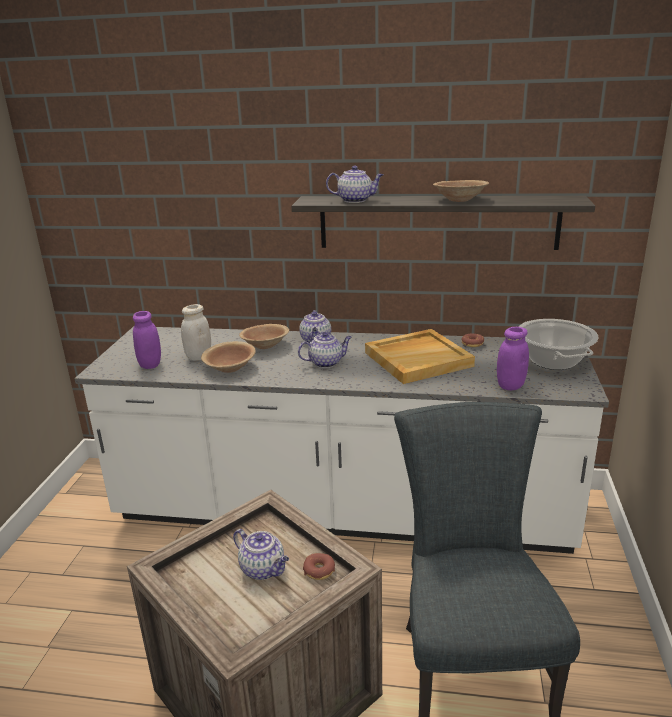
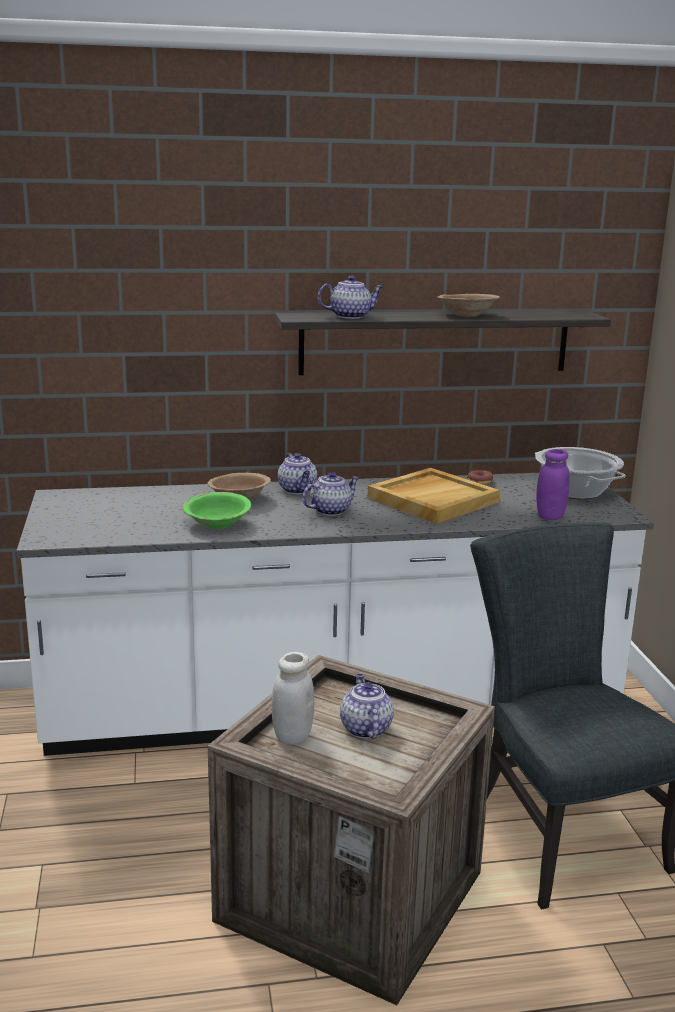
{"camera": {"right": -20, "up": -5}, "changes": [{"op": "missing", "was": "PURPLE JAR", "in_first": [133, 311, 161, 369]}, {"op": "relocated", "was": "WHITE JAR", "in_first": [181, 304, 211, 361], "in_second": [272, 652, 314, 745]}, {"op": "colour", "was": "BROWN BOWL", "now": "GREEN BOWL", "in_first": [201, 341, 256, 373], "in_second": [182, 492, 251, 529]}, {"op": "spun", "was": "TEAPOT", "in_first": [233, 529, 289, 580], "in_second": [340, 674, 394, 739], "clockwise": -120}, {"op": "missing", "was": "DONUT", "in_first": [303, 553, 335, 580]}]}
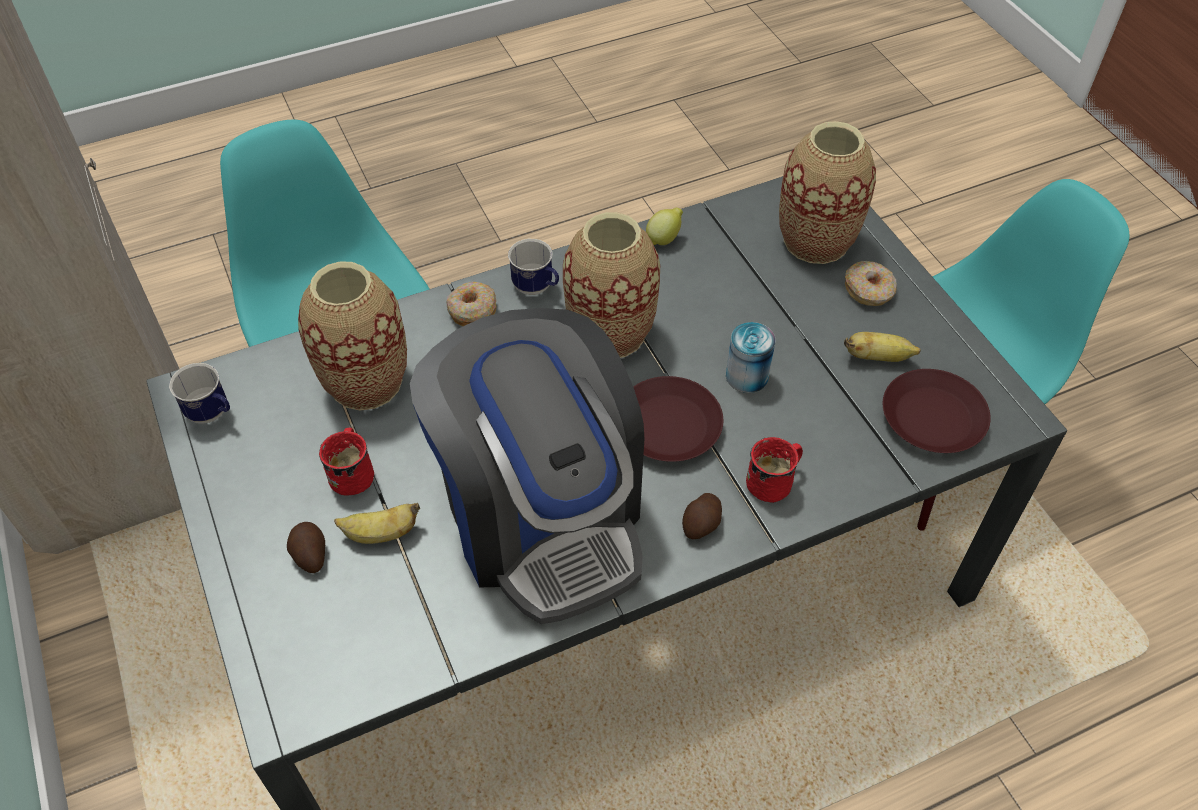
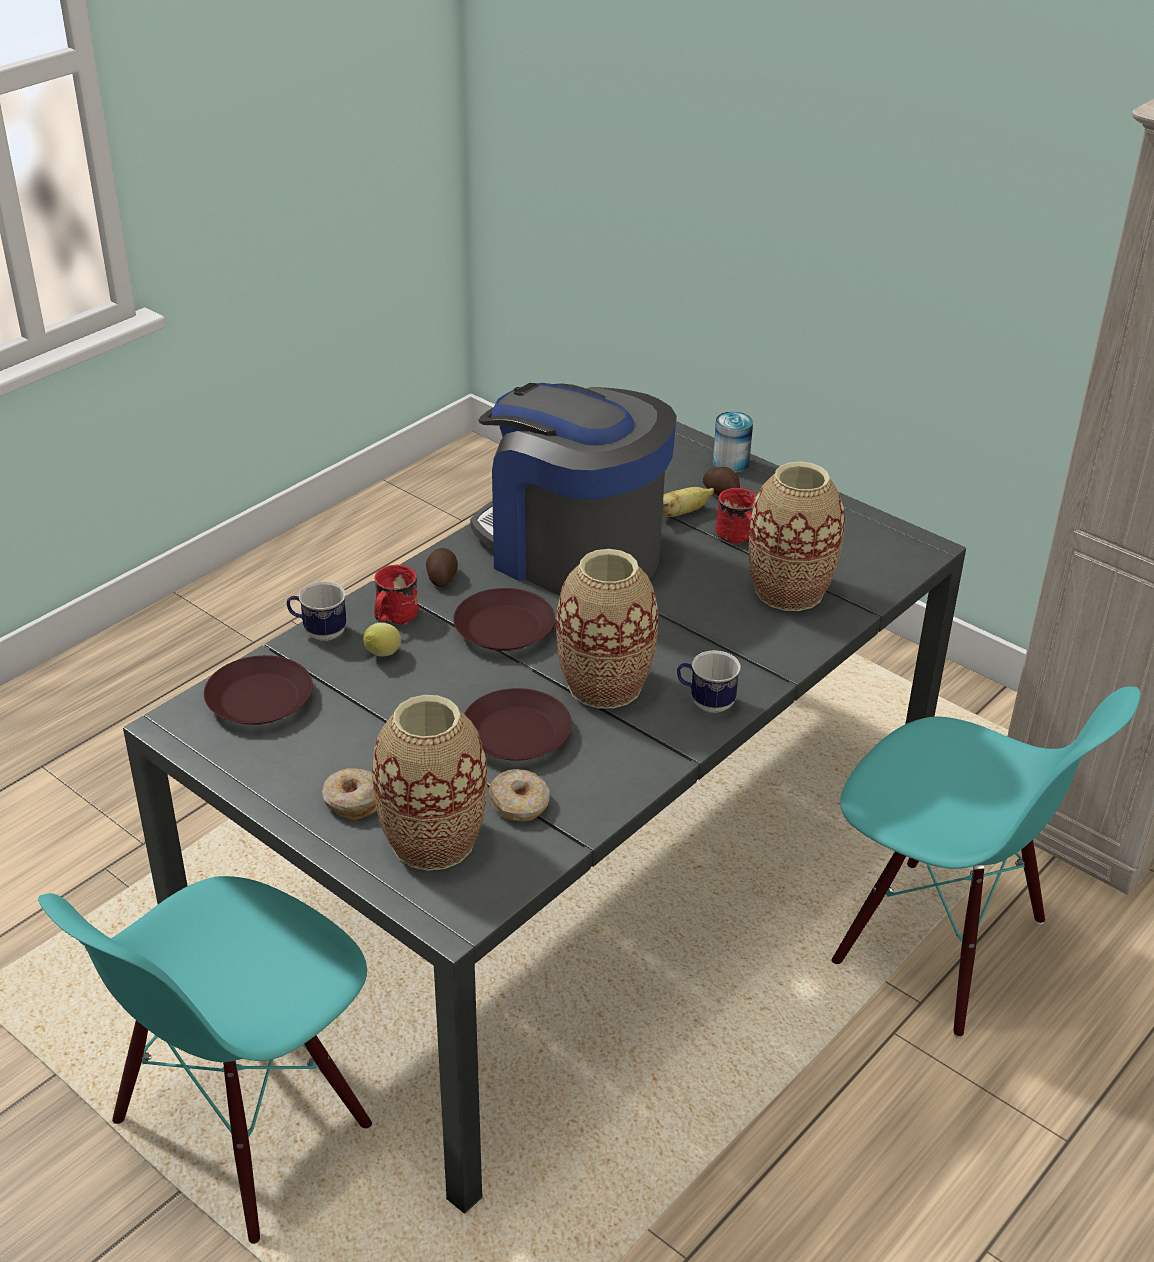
{"camera": {"right": 155, "up": -15}, "changes": [{"op": "relocated", "was": "MUG", "in_first": [169, 363, 230, 424], "in_second": [287, 582, 347, 641]}, {"op": "relocated", "was": "DONUT", "in_first": [446, 282, 497, 326], "in_second": [489, 769, 550, 821]}, {"op": "relocated", "was": "LEMON", "in_first": [646, 208, 683, 245], "in_second": [363, 623, 401, 657]}, {"op": "relocated", "was": "CAN", "in_first": [726, 322, 776, 393], "in_second": [713, 411, 753, 473]}, {"op": "missing", "was": "BANANA", "in_first": [844, 332, 921, 362]}, {"op": "appeared", "now": "BROWN PLATE", "in_second": [464, 688, 572, 761]}]}
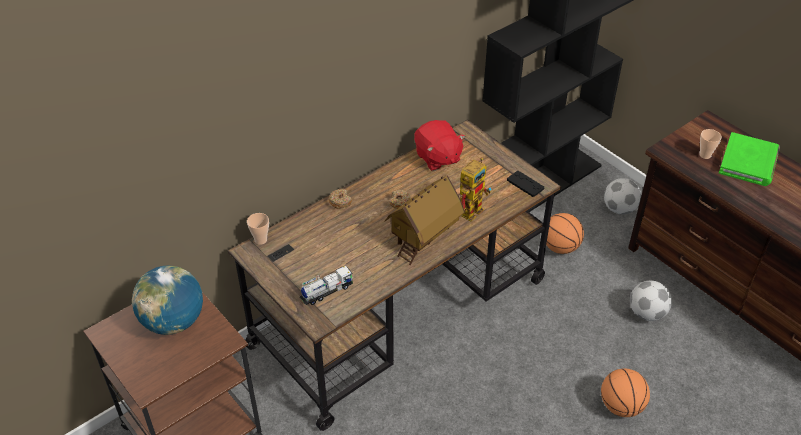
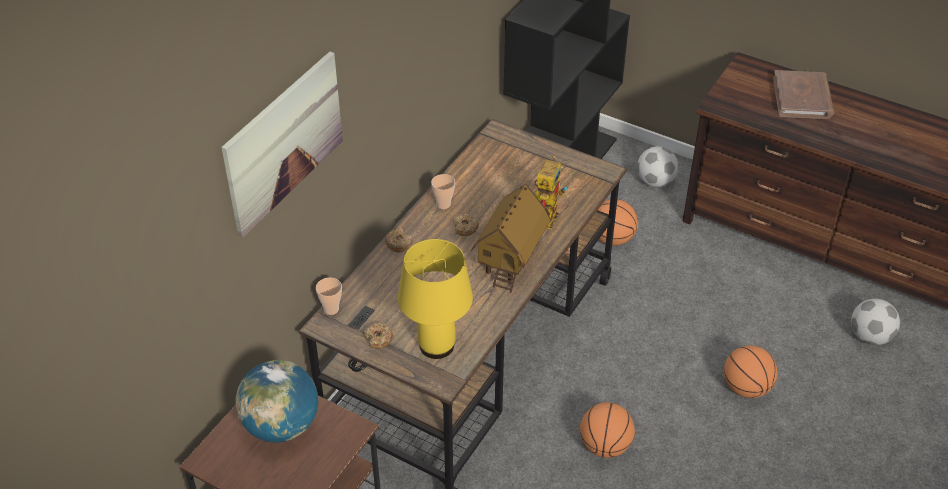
{"camera": {"right": -20, "up": 0}, "changes": [{"op": "exchanged", "was": "TOY TRUCK", "now": "YELLOW TABLE LAMP", "in_first": [300, 266, 353, 305], "in_second": [398, 239, 473, 359]}, {"op": "missing", "was": "RED PLUSH TOY", "in_first": [414, 120, 465, 171]}, {"op": "missing", "was": "BLACK GAME CONTROLLER", "in_first": [507, 171, 544, 197]}, {"op": "relocated", "was": "FOOTBALL", "in_first": [630, 280, 672, 321], "in_second": [851, 299, 900, 345]}, {"op": "relocated", "was": "CUP", "in_first": [699, 129, 722, 159], "in_second": [431, 174, 455, 209]}, {"op": "colour", "was": "GREEN BOOK", "now": "BROWN BOOK", "in_first": [719, 132, 780, 186], "in_second": [773, 70, 834, 119]}, {"op": "appeared", "now": "PICTURE", "in_second": [221, 51, 343, 238]}, {"op": "appeared", "now": "DONUT", "in_second": [364, 323, 393, 349]}, {"op": "appeared", "now": "BASKETBALL", "in_second": [580, 402, 635, 458]}]}
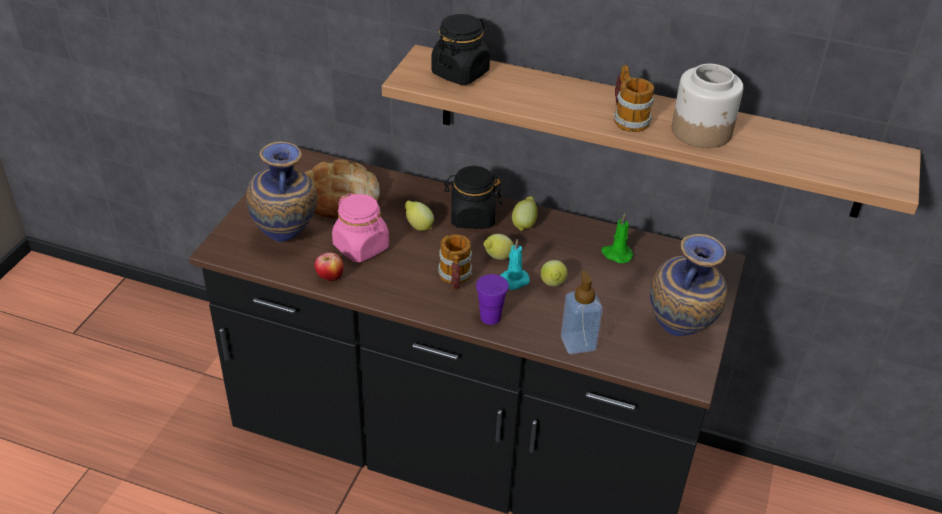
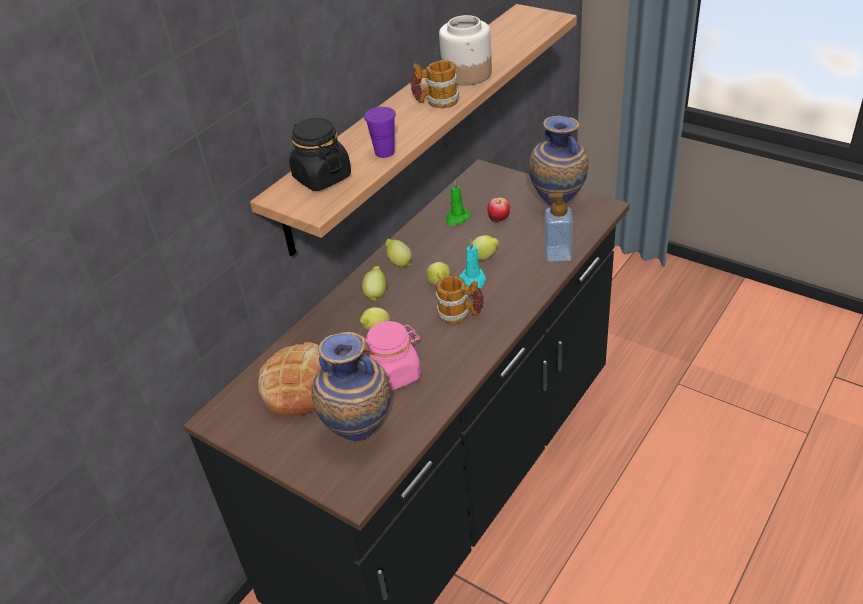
{"camera": {"right": -70, "up": 0}, "changes": [{"op": "relocated", "was": "APPLE", "in_first": [314, 252, 344, 282], "in_second": [487, 197, 510, 222]}, {"op": "exchanged", "was": "BLACK JAR", "now": "LEMON", "in_first": [444, 166, 502, 229], "in_second": [362, 266, 387, 301]}, {"op": "relocated", "was": "PURPLE CUP", "in_first": [476, 274, 509, 325], "in_second": [364, 107, 396, 158]}]}
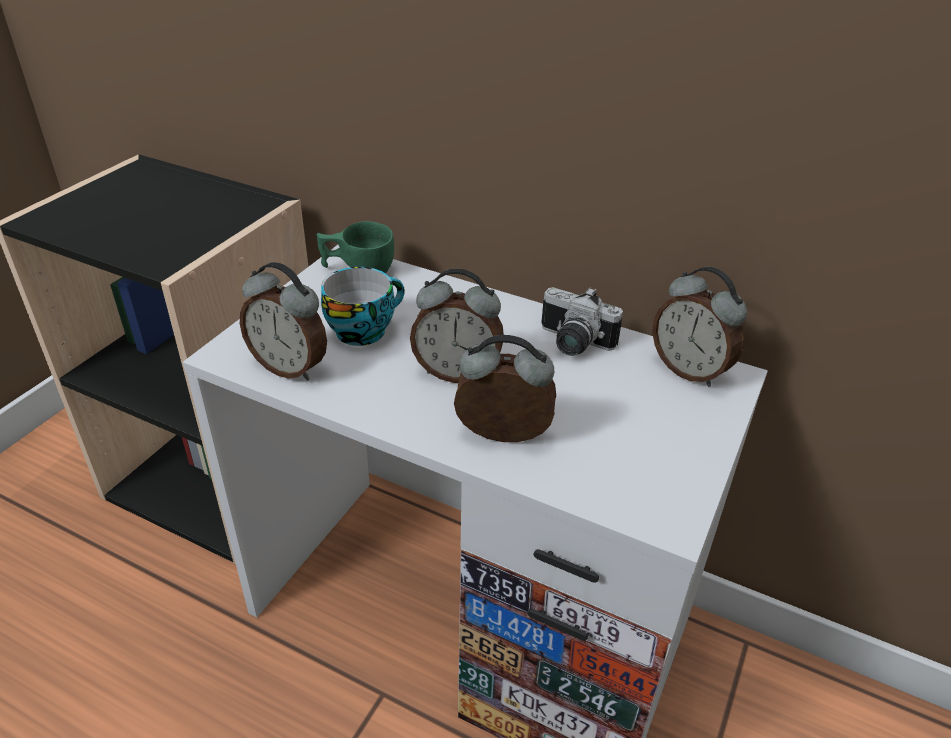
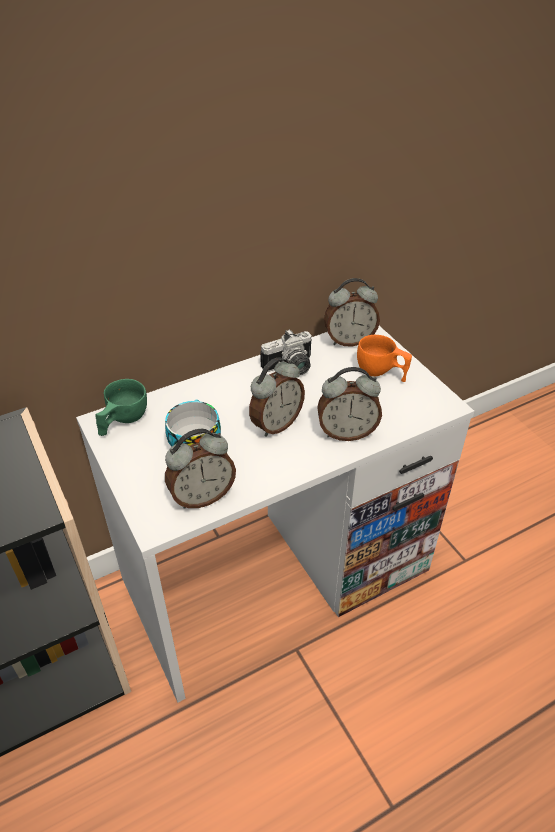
{"camera": {"right": -55, "up": 5}, "changes": [{"op": "spun", "was": "ALARM CLOCK", "in_first": [454, 335, 556, 442], "in_second": [317, 367, 382, 441], "clockwise": -135}, {"op": "appeared", "now": "ORANGE CUP", "in_second": [357, 335, 412, 382]}]}
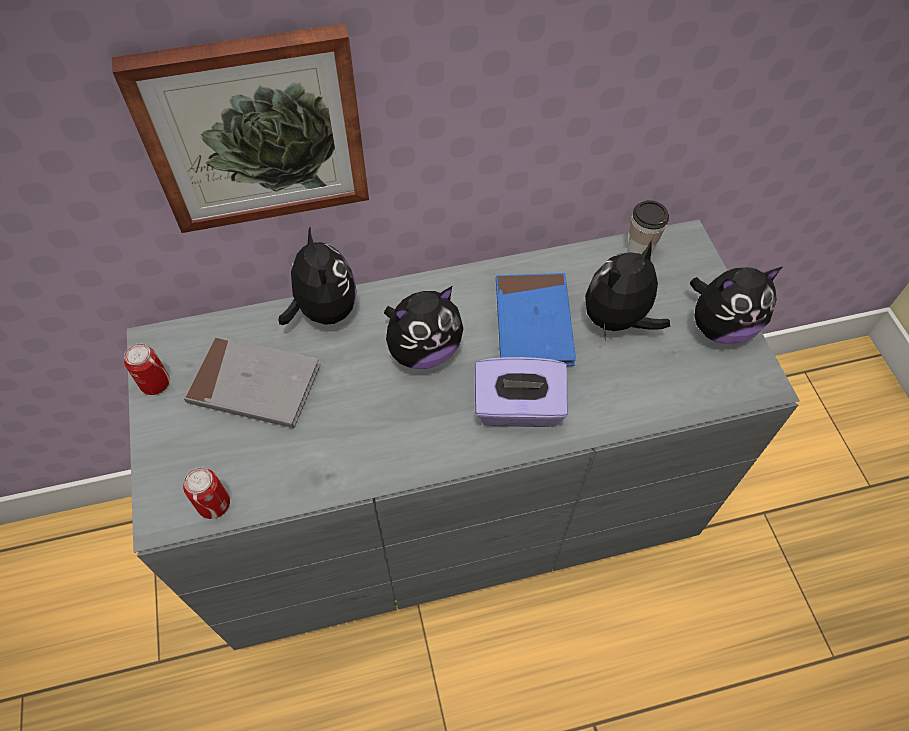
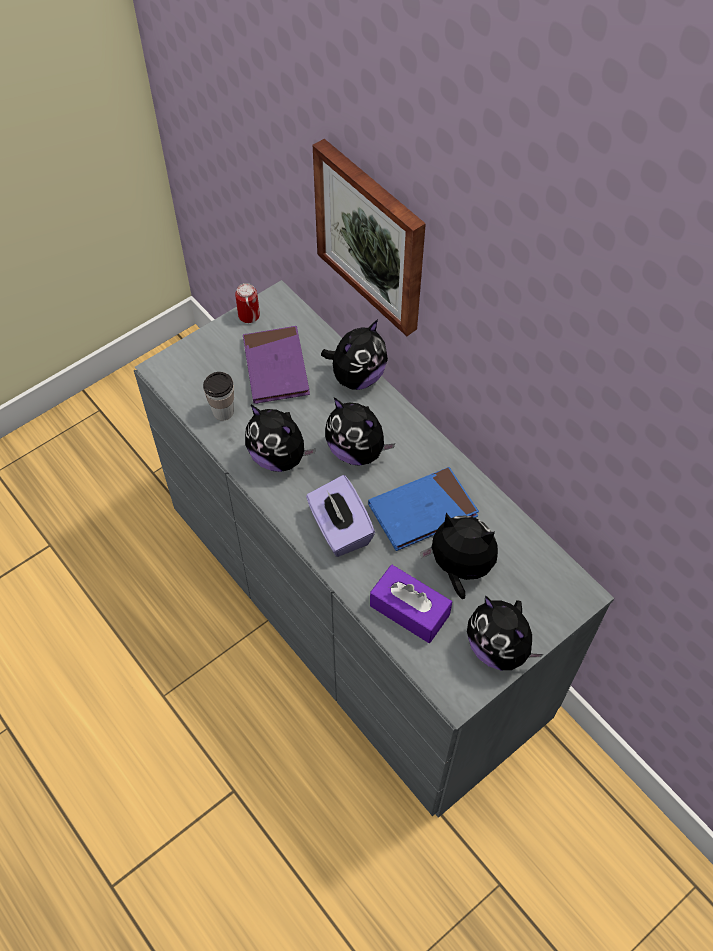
{"camera": {"right": 65, "up": 0}, "changes": [{"op": "missing", "was": "CAN", "in_first": [183, 468, 230, 519]}, {"op": "colour", "was": "GREY BOOK", "now": "PURPLE BOOK", "in_first": [184, 336, 321, 428], "in_second": [243, 326, 310, 404]}, {"op": "relocated", "was": "CUP", "in_first": [627, 200, 669, 255], "in_second": [203, 372, 234, 420]}, {"op": "appeared", "now": "PLUSH TOY", "in_second": [245, 404, 316, 472]}, {"op": "appeared", "now": "PURPLE TISSUE BOX", "in_second": [370, 565, 452, 643]}]}
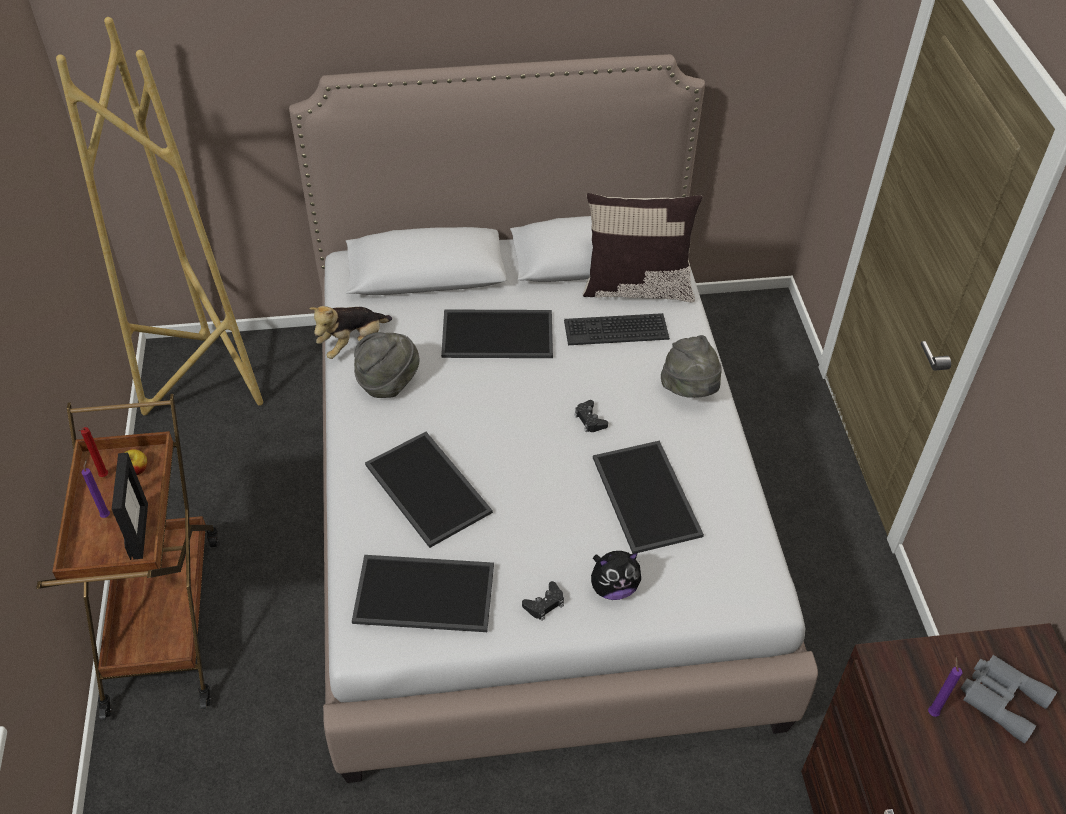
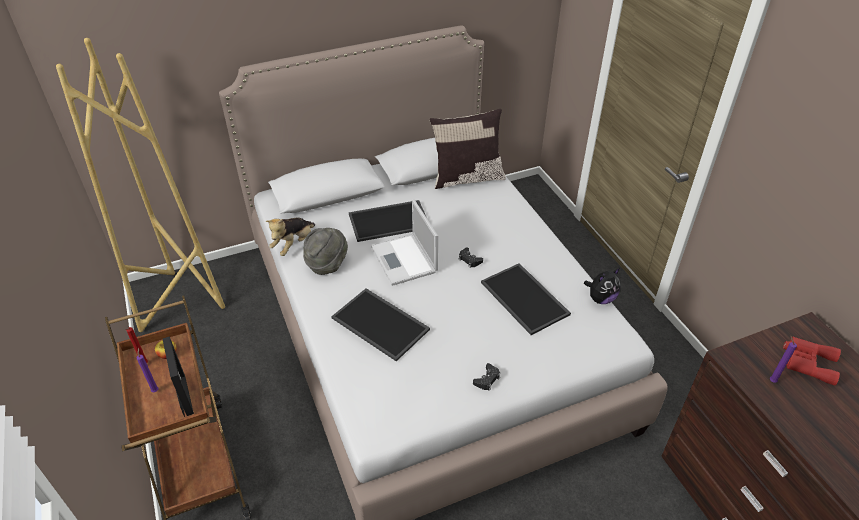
{"camera": {"right": -15, "up": -5}, "changes": [{"op": "missing", "was": "TRAY", "in_first": [352, 555, 494, 632]}, {"op": "missing", "was": "KEYBOARD", "in_first": [564, 313, 670, 345]}, {"op": "relocated", "was": "PLUSH TOY", "in_first": [591, 551, 641, 600], "in_second": [584, 268, 621, 304]}, {"op": "missing", "was": "GREY HAT", "in_first": [661, 335, 722, 398]}, {"op": "colour", "was": "GREY BINOCULARS", "now": "RED BINOCULARS", "in_first": [960, 655, 1057, 744], "in_second": [783, 337, 841, 386]}, {"op": "appeared", "now": "LAPTOP", "in_second": [371, 199, 438, 286]}]}
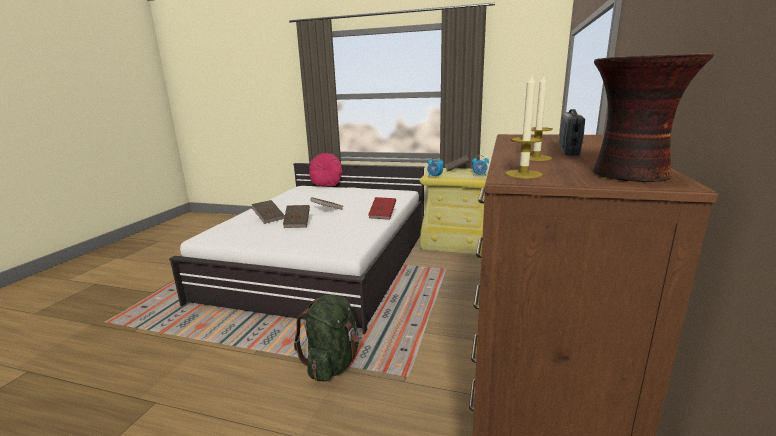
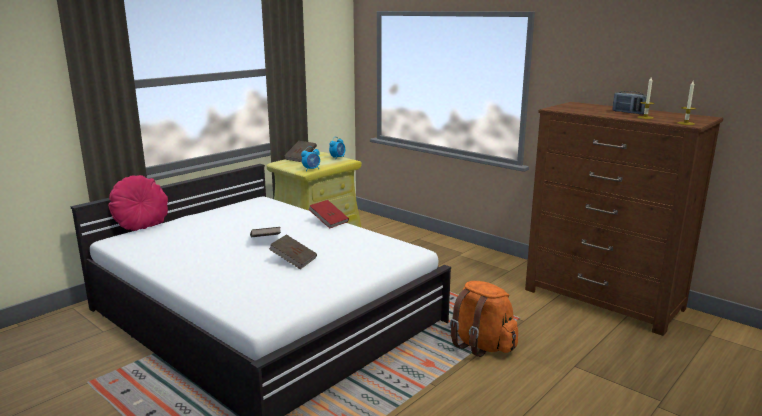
{"camera": {"right": -65, "up": 0}, "changes": [{"op": "missing", "was": "BROWN BOOK", "in_first": [251, 200, 285, 224]}, {"op": "colour", "was": "GREEN BACKPACK", "now": "ORANGE BACKPACK", "in_first": [293, 295, 360, 382], "in_second": [450, 281, 518, 357]}, {"op": "missing", "was": "VASE", "in_first": [593, 53, 714, 182]}]}
